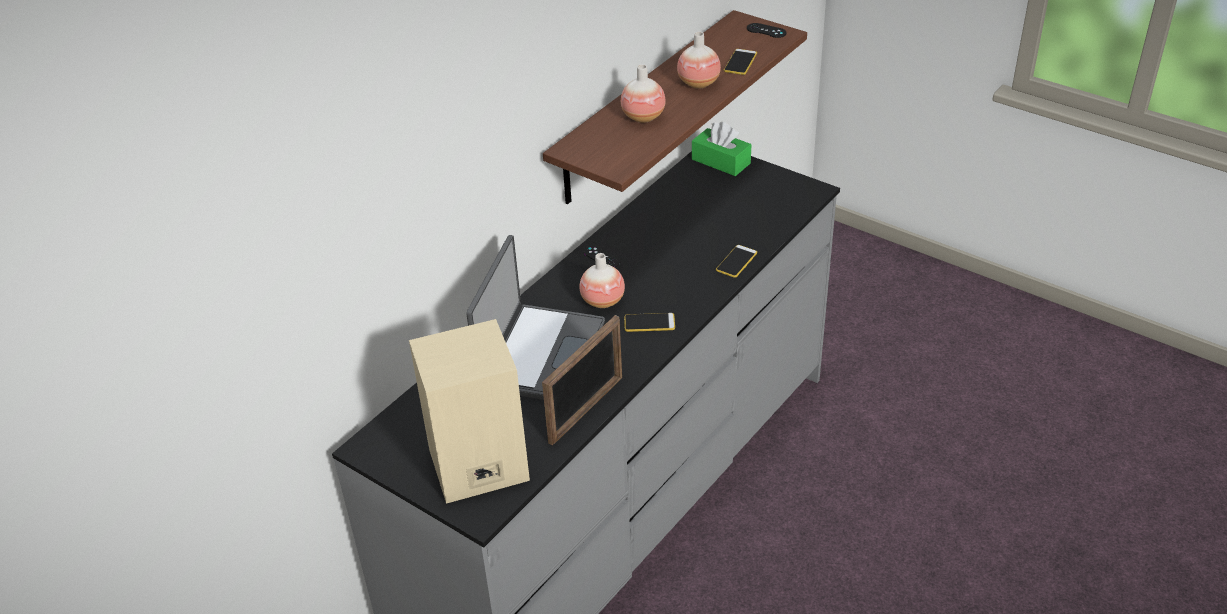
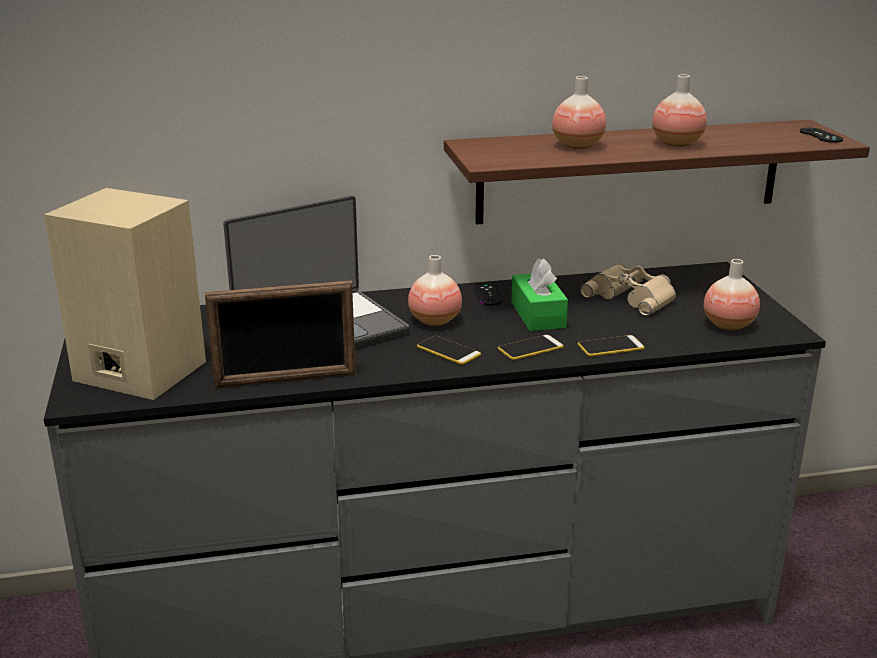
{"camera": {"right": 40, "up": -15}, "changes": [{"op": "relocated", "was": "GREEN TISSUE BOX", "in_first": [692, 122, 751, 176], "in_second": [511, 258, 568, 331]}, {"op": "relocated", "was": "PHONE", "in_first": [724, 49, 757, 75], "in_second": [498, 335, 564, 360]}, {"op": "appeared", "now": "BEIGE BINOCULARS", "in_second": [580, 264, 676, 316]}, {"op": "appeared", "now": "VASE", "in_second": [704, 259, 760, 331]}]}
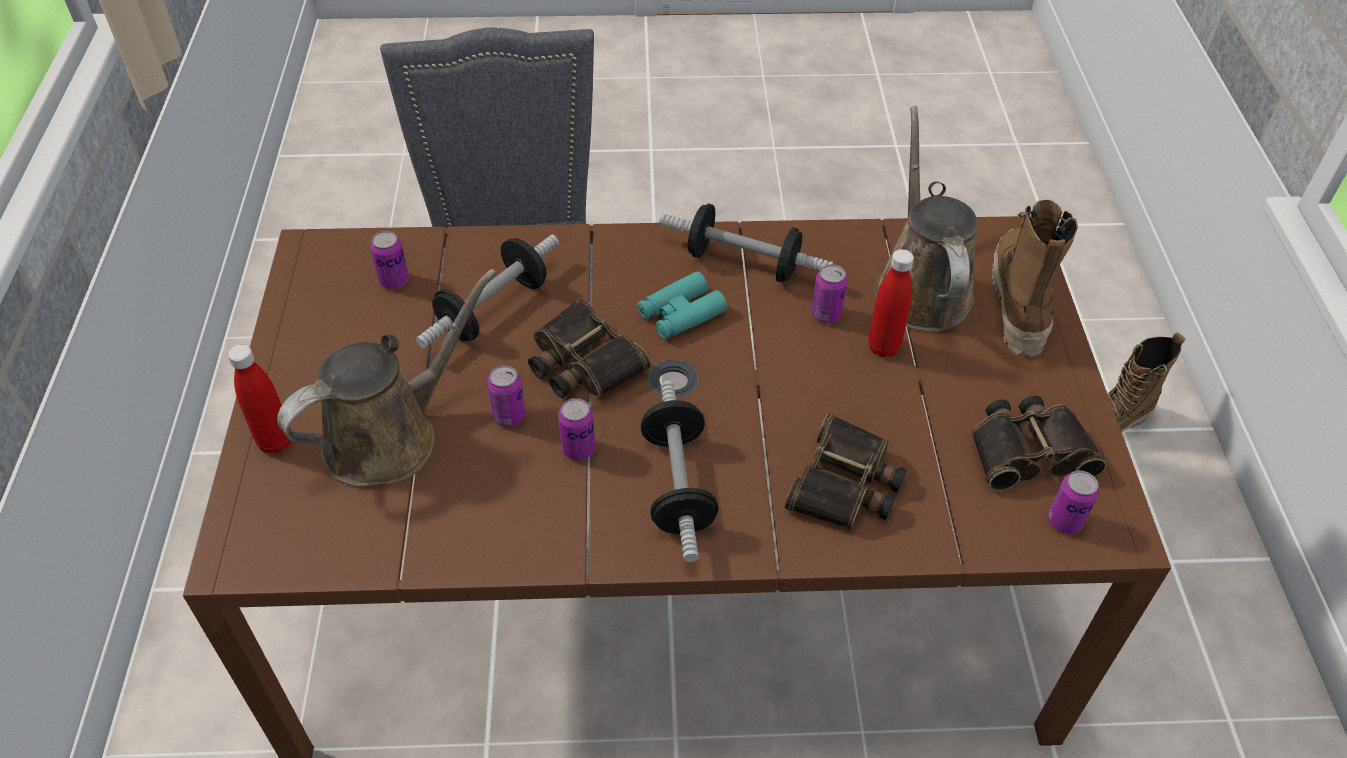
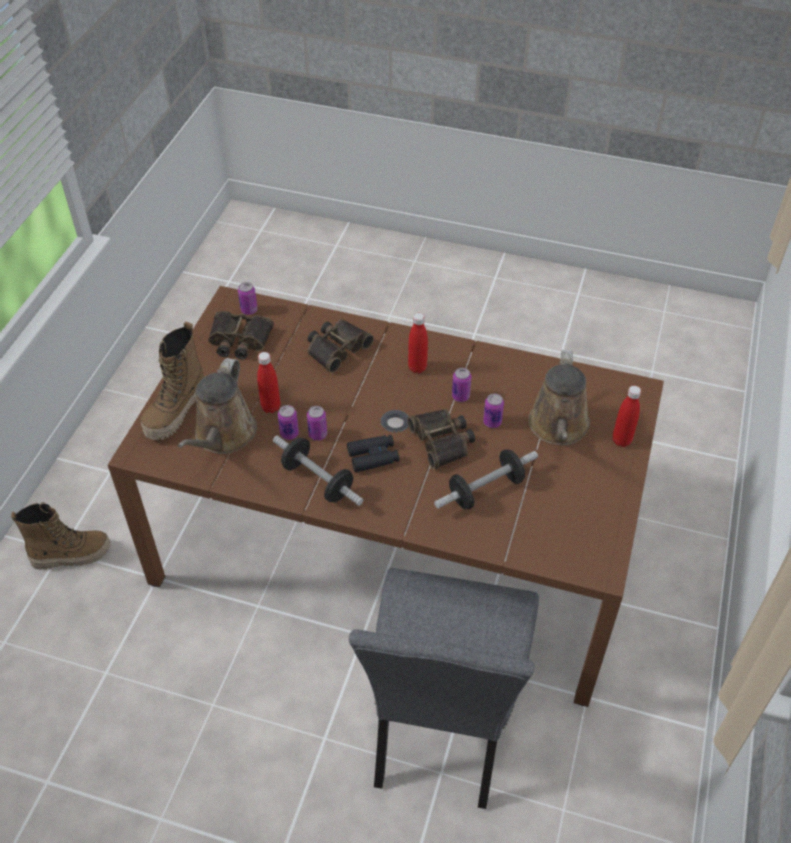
{"camera": {"right": -160, "up": 0}, "changes": [{"op": "spun", "was": "BROWN WATERING CAN", "in_first": [277, 269, 497, 487], "in_second": [528, 350, 590, 445], "clockwise": -60}, {"op": "relocated", "was": "CAN", "in_first": [370, 231, 409, 289], "in_second": [307, 406, 327, 441]}, {"op": "colour", "was": "TURQUOISE BINOCULARS", "now": "BLACK BINOCULARS", "in_first": [637, 271, 727, 339], "in_second": [347, 435, 399, 472]}, {"op": "exchanged", "was": "DUMBBELL", "now": "RED BOTTLE", "in_first": [641, 381, 719, 562], "in_second": [408, 313, 428, 373]}]}
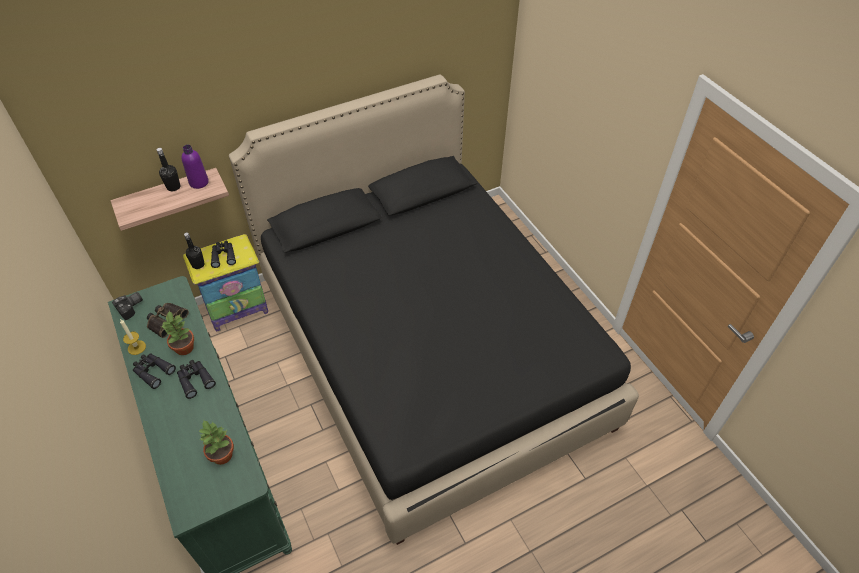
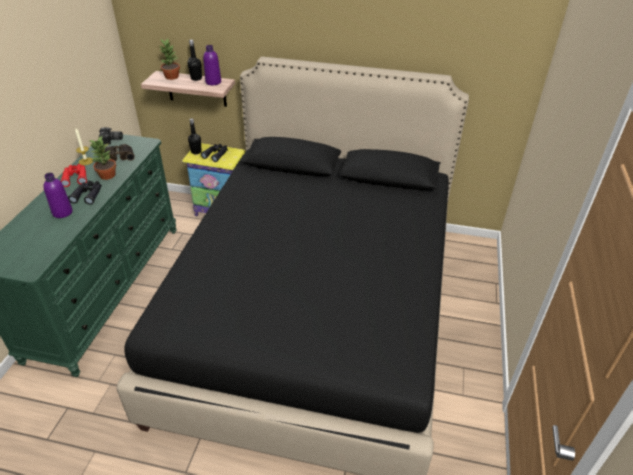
{"camera": {"right": 40, "up": -10}, "changes": [{"op": "colour", "was": "BLACK BINOCULARS", "now": "RED BINOCULARS", "in_first": [133, 353, 176, 389], "in_second": [61, 164, 87, 187]}, {"op": "relocated", "was": "POTTED PLANT", "in_first": [198, 419, 234, 465], "in_second": [160, 39, 180, 80]}, {"op": "appeared", "now": "PURPLE BOTTLE", "in_second": [43, 173, 73, 218]}]}
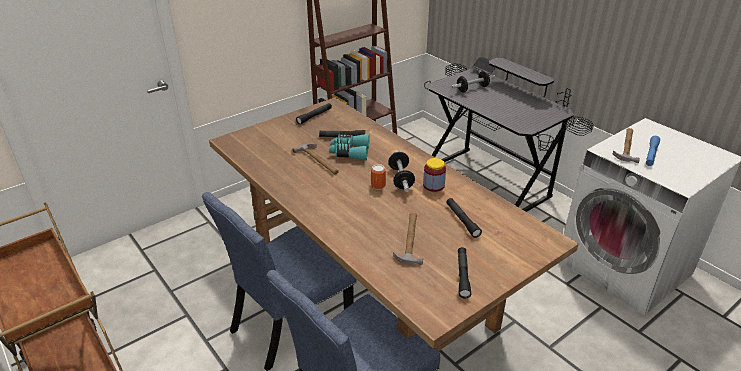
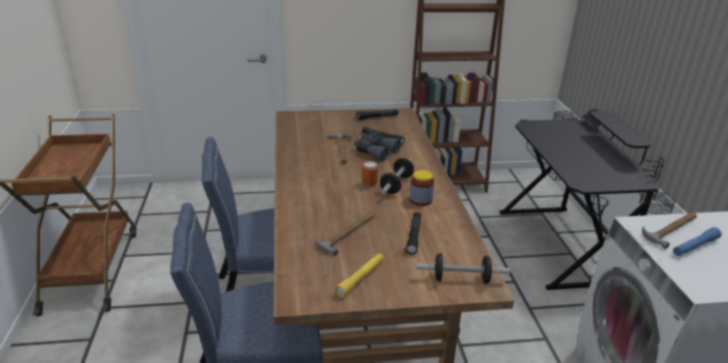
{"camera": {"right": 30, "up": -5}, "changes": [{"op": "colour", "was": "TURQUOISE BINOCULARS", "now": "GREY BINOCULARS", "in_first": [329, 134, 369, 161], "in_second": [355, 132, 401, 162]}, {"op": "relocated", "was": "DUMBBELL", "in_first": [451, 71, 495, 92], "in_second": [416, 253, 510, 284]}, {"op": "colour", "was": "BLACK FLASHLIGHT", "now": "YELLOW FLASHLIGHT", "in_first": [458, 247, 471, 299], "in_second": [335, 253, 384, 298]}]}
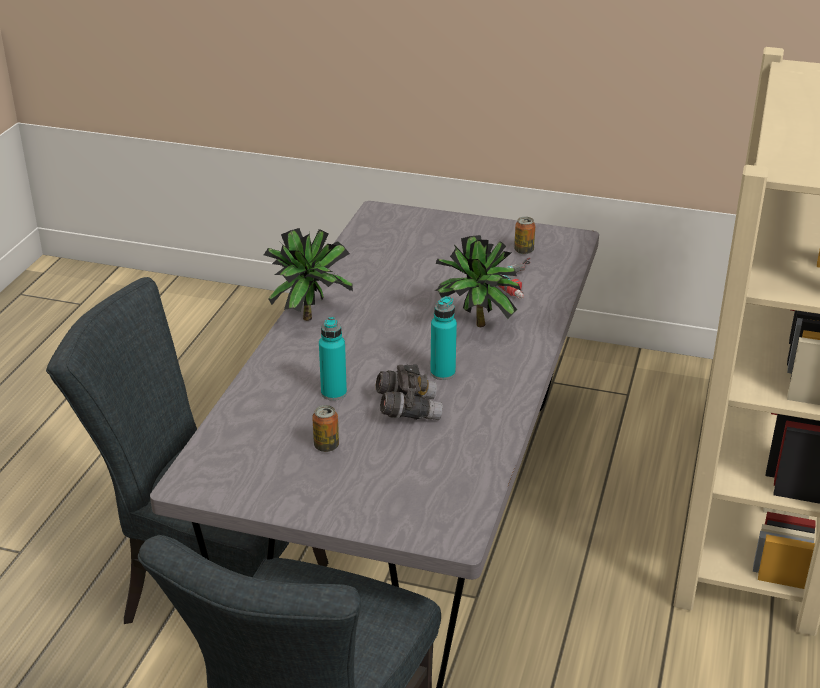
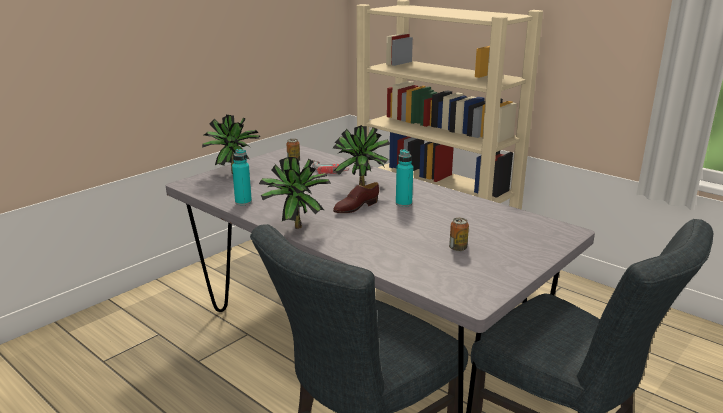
{"camera": {"right": -65, "up": -10}, "changes": [{"op": "relocated", "was": "TURQUOISE BOTTLE", "in_first": [319, 317, 347, 401], "in_second": [232, 149, 252, 205]}, {"op": "missing", "was": "GREY BINOCULARS", "in_first": [376, 364, 443, 420]}, {"op": "appeared", "now": "POTTED PLANT", "in_second": [202, 115, 260, 174]}, {"op": "appeared", "now": "BROWN SHOE", "in_second": [333, 182, 379, 213]}]}
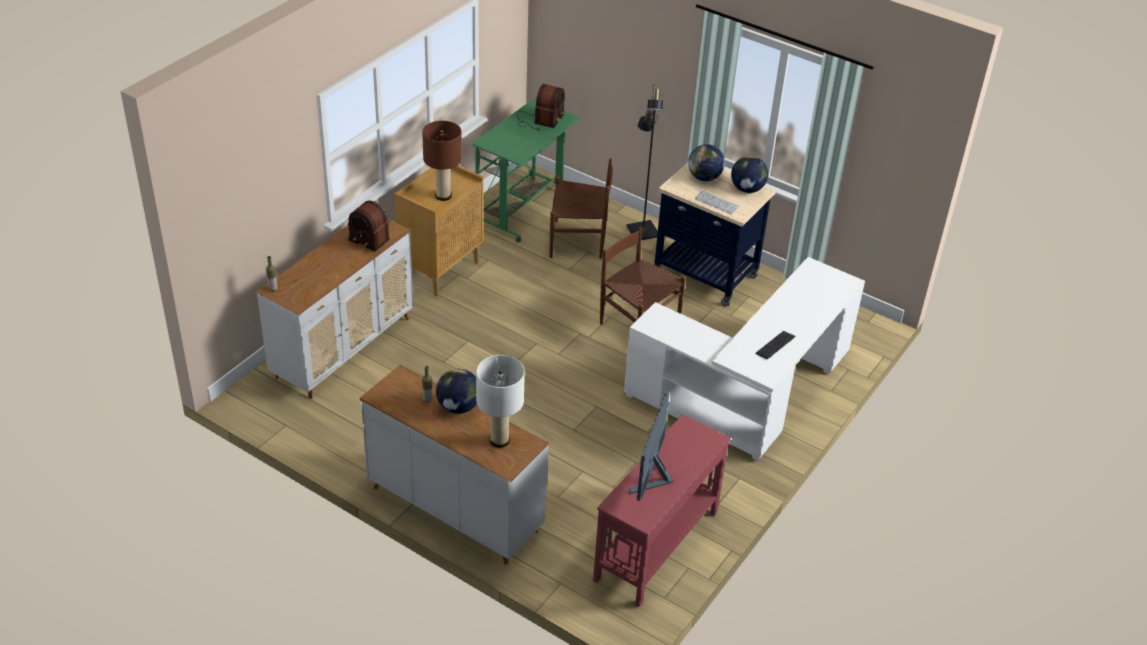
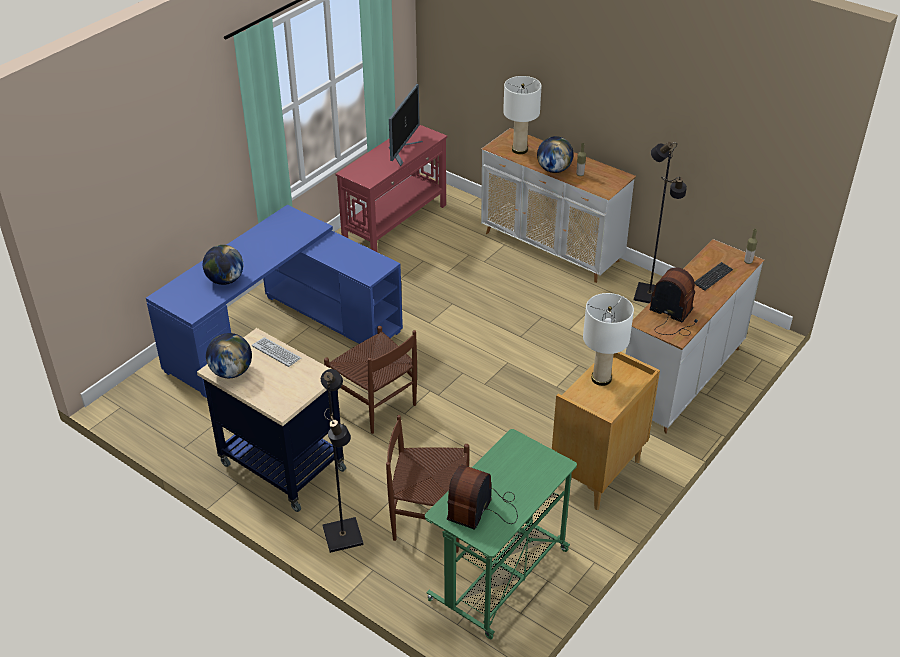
{"camera": {"right": -175, "up": 0}, "changes": [{"op": "colour", "was": "BROWN TABLE LAMP", "now": "WHITE TABLE LAMP", "in_first": [422, 121, 462, 201], "in_second": [583, 293, 634, 386]}, {"op": "colour", "was": "WHITE DESK", "now": "BLUE DESK", "in_first": [624, 257, 865, 461], "in_second": [146, 205, 403, 397]}, {"op": "relocated", "was": "GLOBE", "in_first": [688, 144, 725, 181], "in_second": [203, 245, 243, 285]}, {"op": "relocated", "was": "KEYBOARD", "in_first": [755, 331, 795, 359], "in_second": [695, 262, 733, 291]}, {"op": "appeared", "now": "BLACK FLOOR LAMP", "in_second": [634, 142, 687, 303]}]}
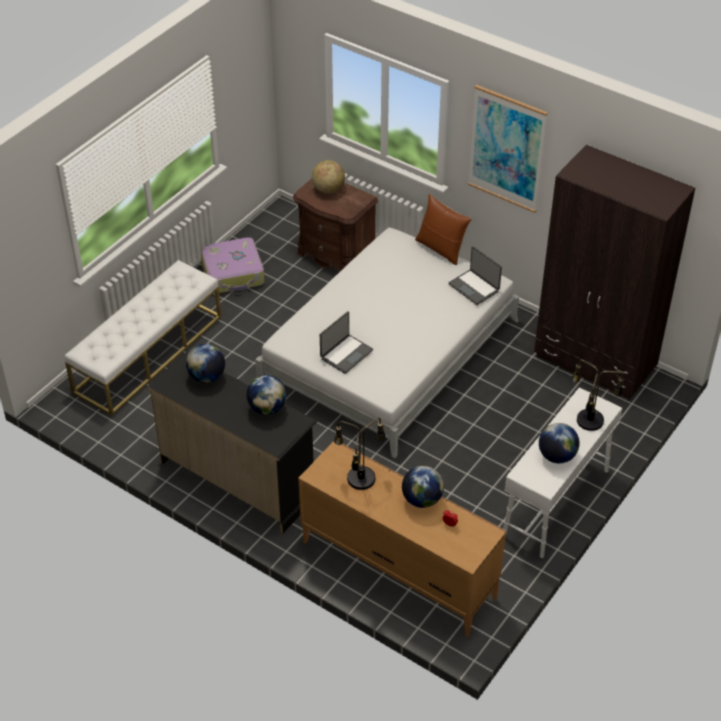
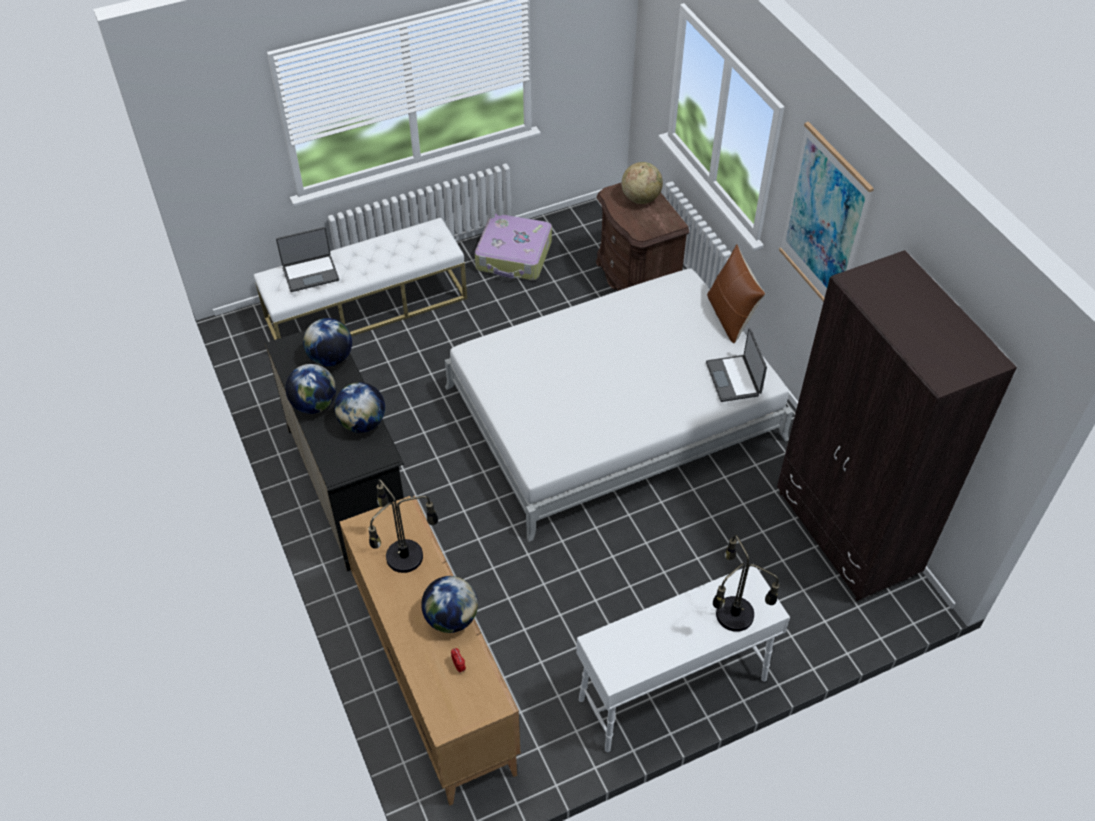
{"camera": {"right": 30, "up": 5}, "changes": [{"op": "relocated", "was": "LAPTOP", "in_first": [320, 311, 373, 374], "in_second": [276, 227, 339, 292]}, {"op": "relocated", "was": "GLOBE", "in_first": [539, 423, 580, 463], "in_second": [285, 364, 336, 414]}]}
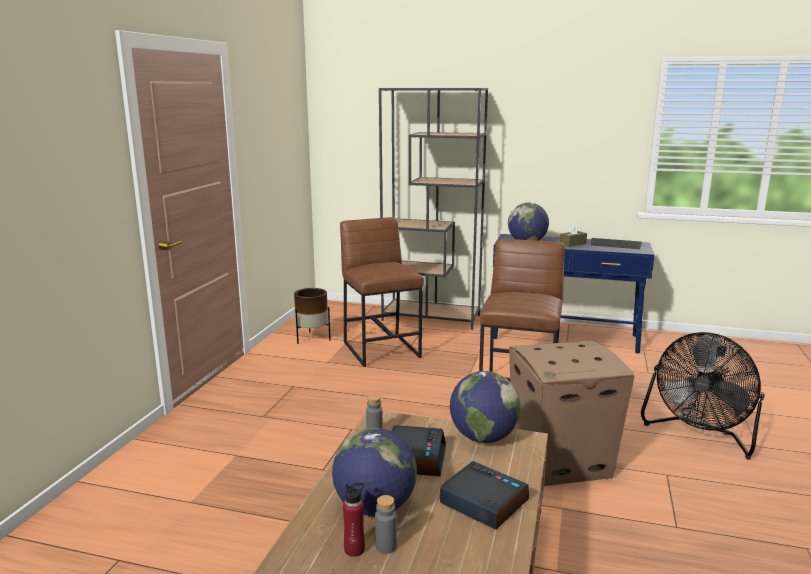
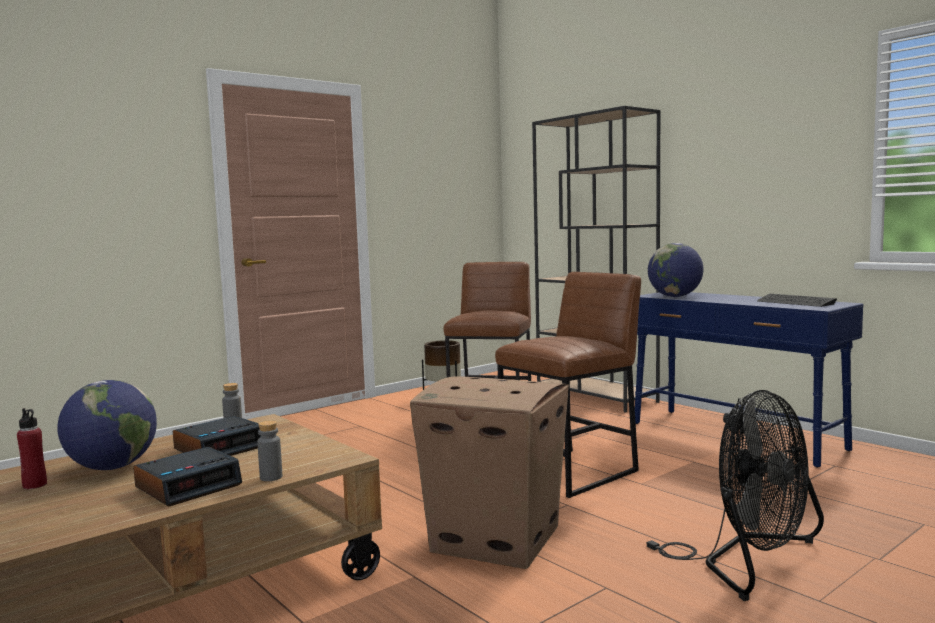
{"camera": {"right": 35, "up": -10}, "changes": [{"op": "relocated", "was": "GREY BOTTLE", "in_first": [375, 495, 397, 554], "in_second": [257, 421, 282, 481]}, {"op": "spun", "was": "ALARM CLOCK", "in_first": [440, 461, 529, 530], "in_second": [133, 447, 242, 506], "clockwise": 60}, {"op": "missing", "was": "GLOBE", "in_first": [450, 371, 521, 443]}, {"op": "missing", "was": "BROWN TISSUE BOX", "in_first": [559, 223, 587, 247]}, {"op": "spun", "was": "BLACK FAN", "in_first": [641, 332, 765, 460], "in_second": [647, 390, 824, 601], "clockwise": -120}]}
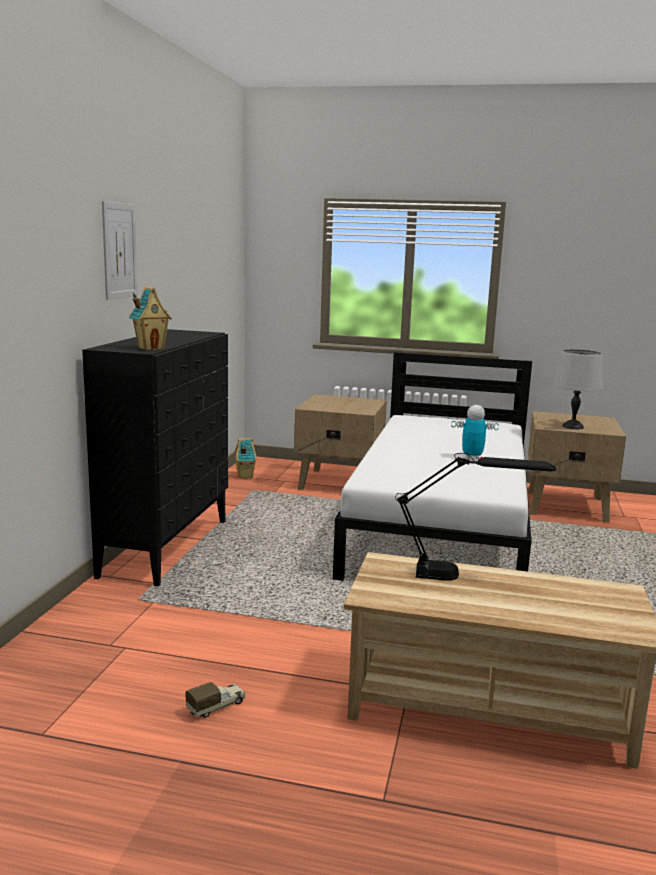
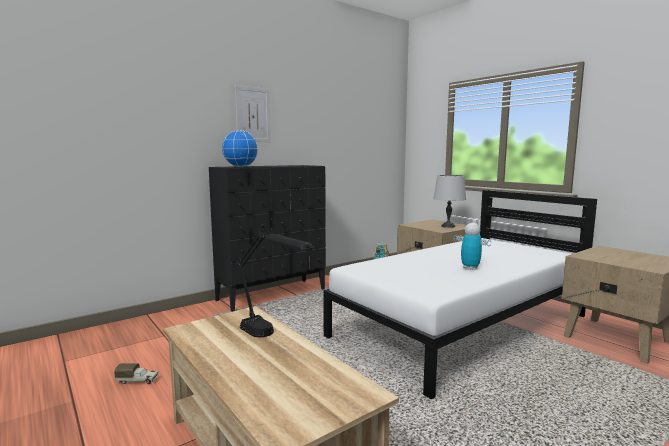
{"camera": {"right": 40, "up": -5}, "changes": [{"op": "exchanged", "was": "TOY HOUSE", "now": "GLOBE", "in_first": [129, 286, 172, 350], "in_second": [222, 130, 258, 167]}, {"op": "relocated", "was": "GREY TABLE LAMP", "in_first": [553, 349, 603, 429], "in_second": [433, 175, 466, 228]}]}
